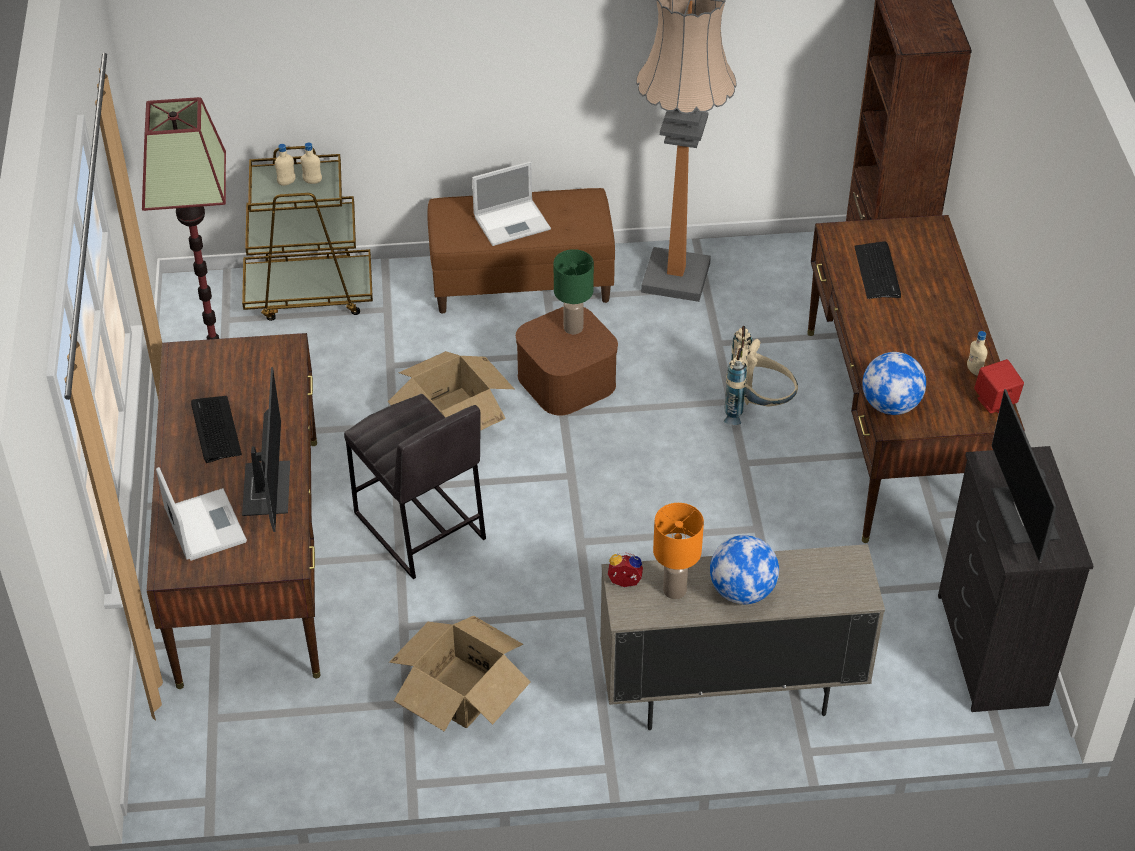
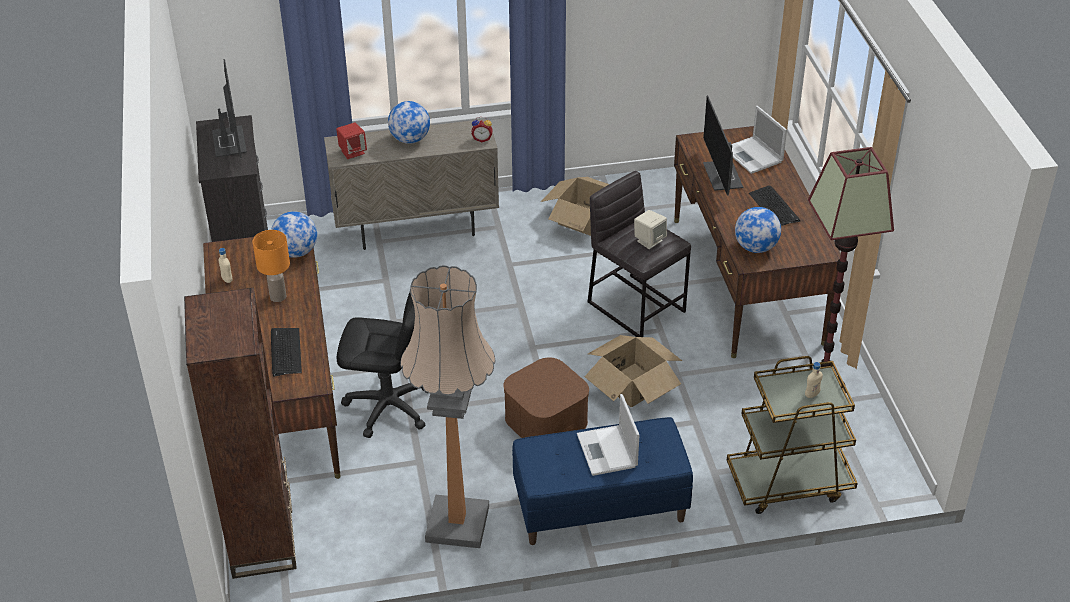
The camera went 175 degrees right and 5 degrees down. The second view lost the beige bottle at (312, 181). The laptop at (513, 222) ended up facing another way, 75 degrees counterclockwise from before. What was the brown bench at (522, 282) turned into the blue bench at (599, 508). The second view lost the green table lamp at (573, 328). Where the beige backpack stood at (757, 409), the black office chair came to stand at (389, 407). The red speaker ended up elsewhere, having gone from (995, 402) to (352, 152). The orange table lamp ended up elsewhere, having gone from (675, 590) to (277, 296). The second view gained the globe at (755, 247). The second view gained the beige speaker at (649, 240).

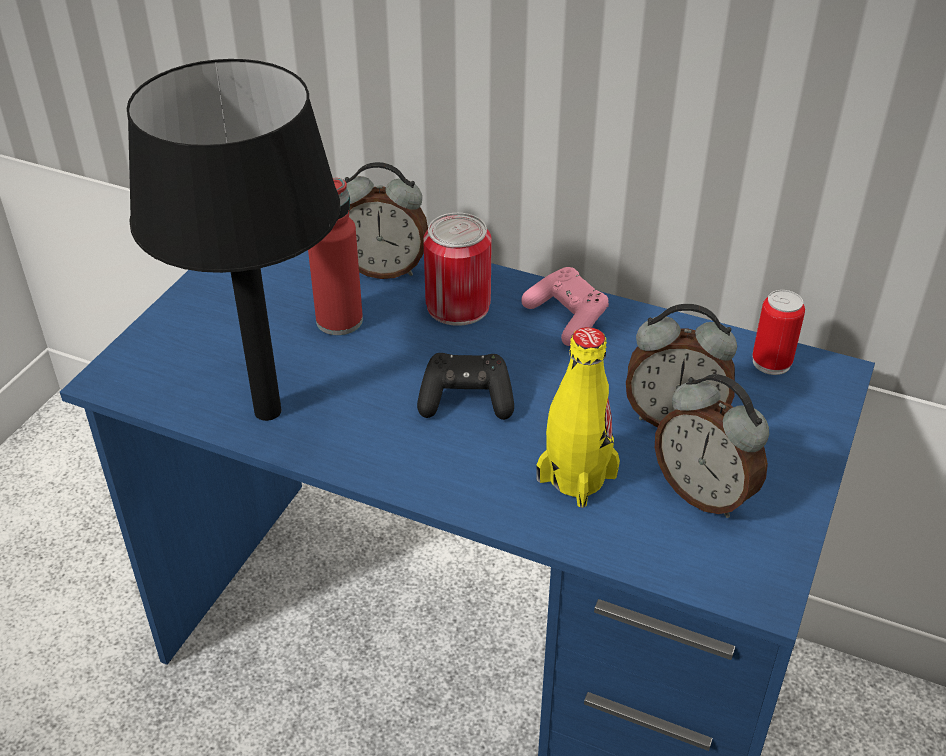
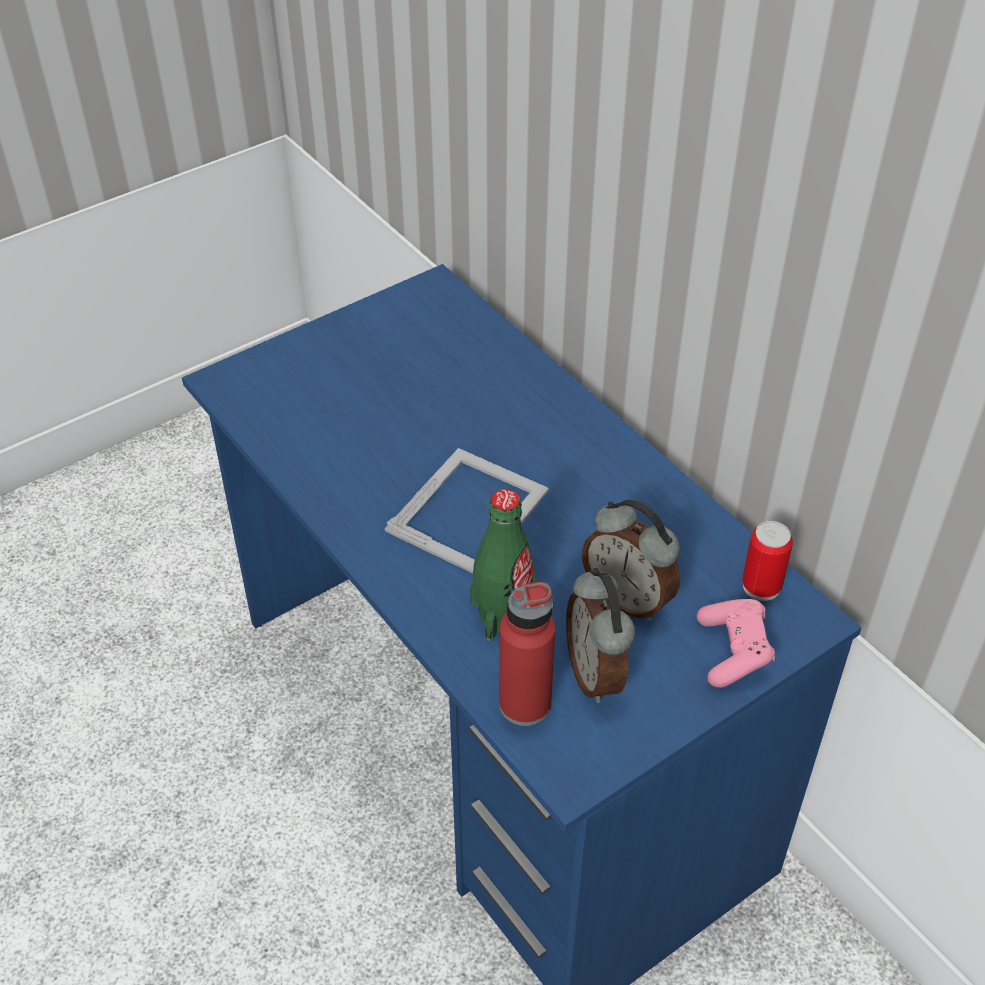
The camera went 30 degrees right and 5 degrees up. The second view lost the black table lamp at (267, 412). The second view lost the alarm clock at (384, 269). The red bottle ended up elsewhere, having gone from (339, 321) to (525, 704). The second view lost the can at (458, 306). The pink game controller ended up elsewhere, having gone from (567, 318) to (734, 651). What was the yellow bottle at (576, 477) turned into the green bottle at (504, 613). Where the black game controller stood at (466, 400), the picture frame came to stand at (470, 510).

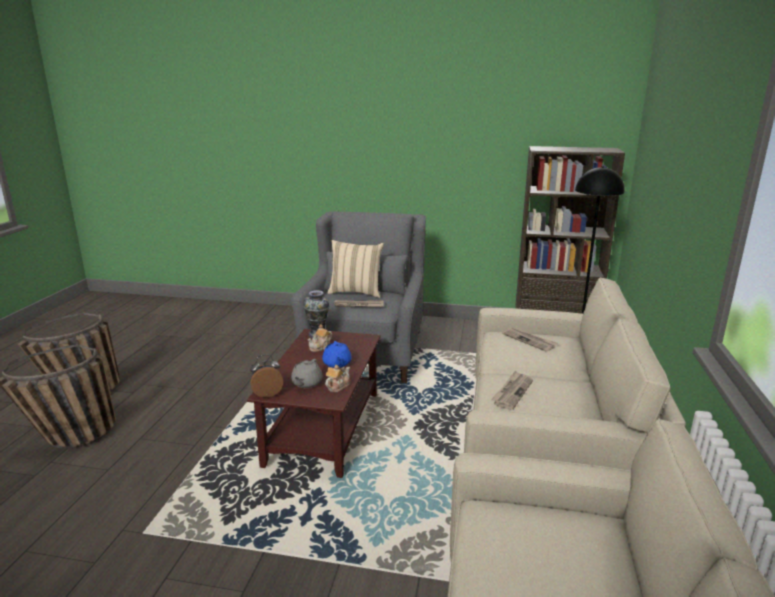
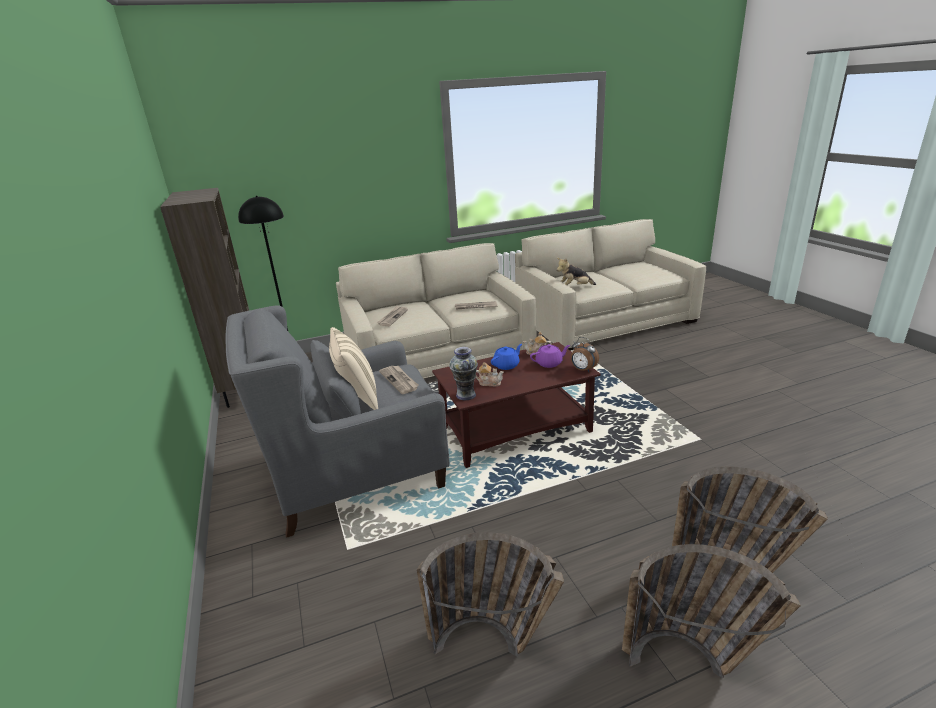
The camera went 120 degrees left and 5 degrees up. What was the grey teapot at (306, 383) turned into the purple teapot at (549, 363). The second view gained the plush toy at (574, 288). The second view gained the basket at (495, 643).

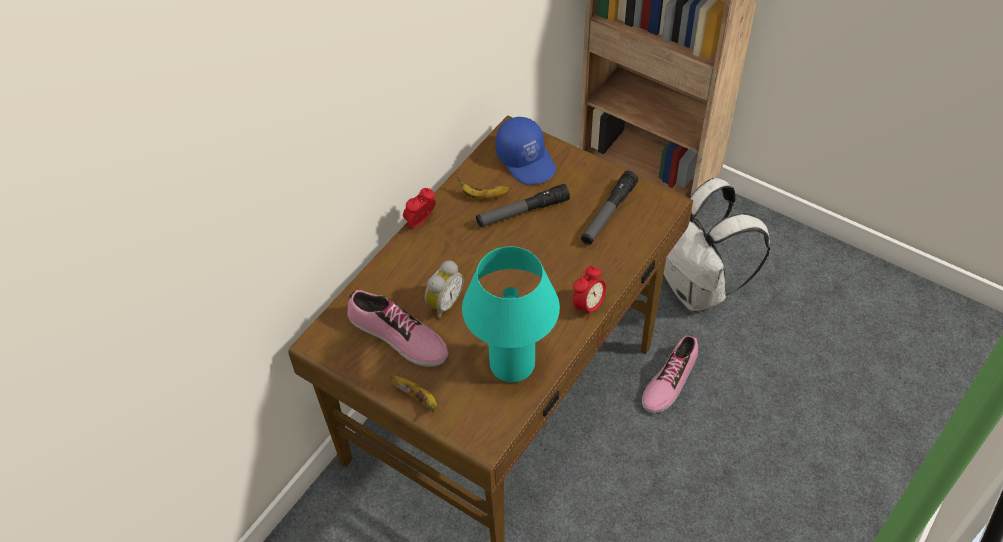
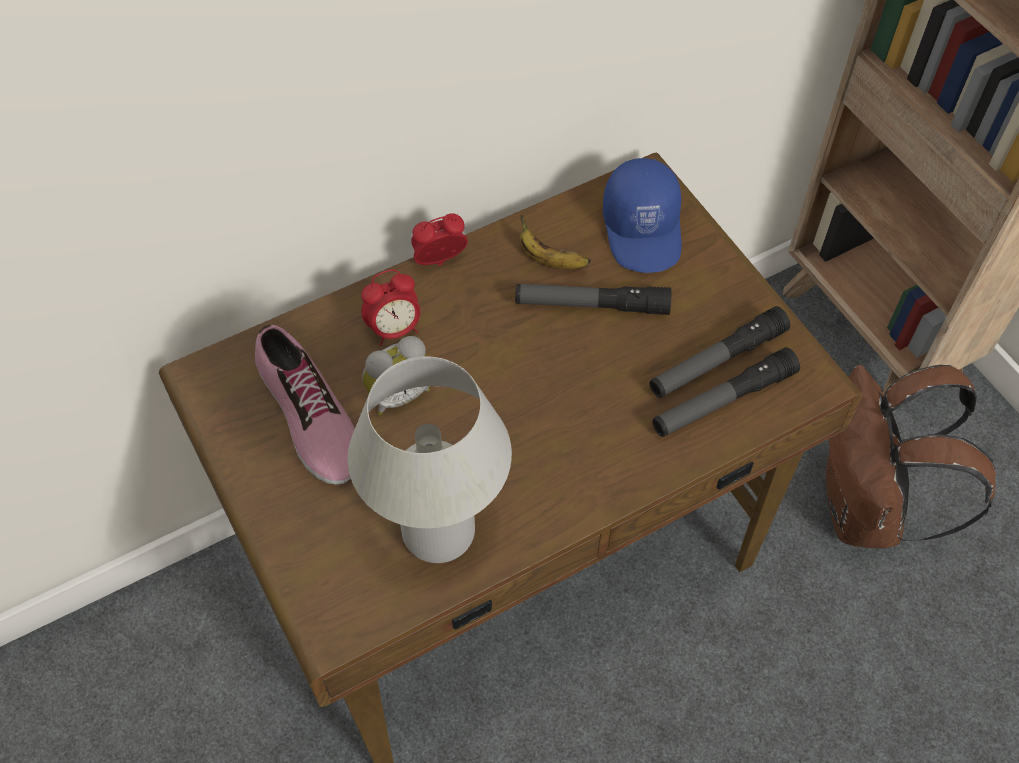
The camera went 25 degrees right and 5 degrees up. What was the white backpack at (697, 288) turned into the brown backpack at (866, 509). What was the turquoise table lamp at (512, 364) turned into the white table lamp at (438, 532). The alarm clock ended up elsewhere, having gone from (588, 305) to (394, 329). The second view lost the shoe at (669, 379). The second view lost the banana at (417, 398). The second view gained the flashlight at (723, 400).

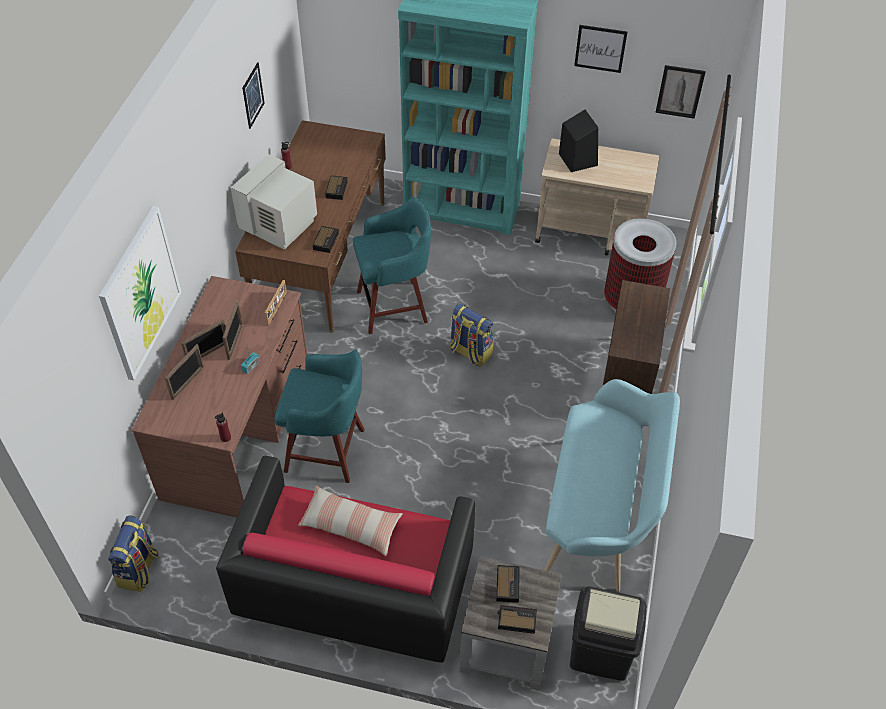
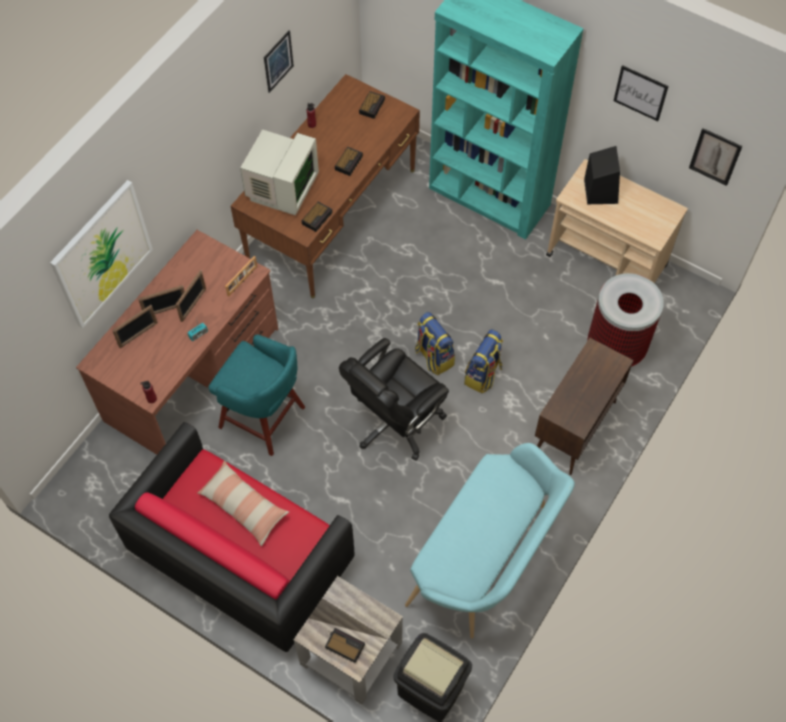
The camera went 20 degrees right and 10 degrees up. The monitor at (280, 226) ended up facing another way, 150 degrees clockwise from before. The second view lost the turquoise stool at (394, 306). The backpack ended up elsewhere, having gone from (139, 570) to (483, 375). The alarm clock ended up elsewhere, having gone from (507, 584) to (372, 106). The second view gained the black office chair at (395, 422).

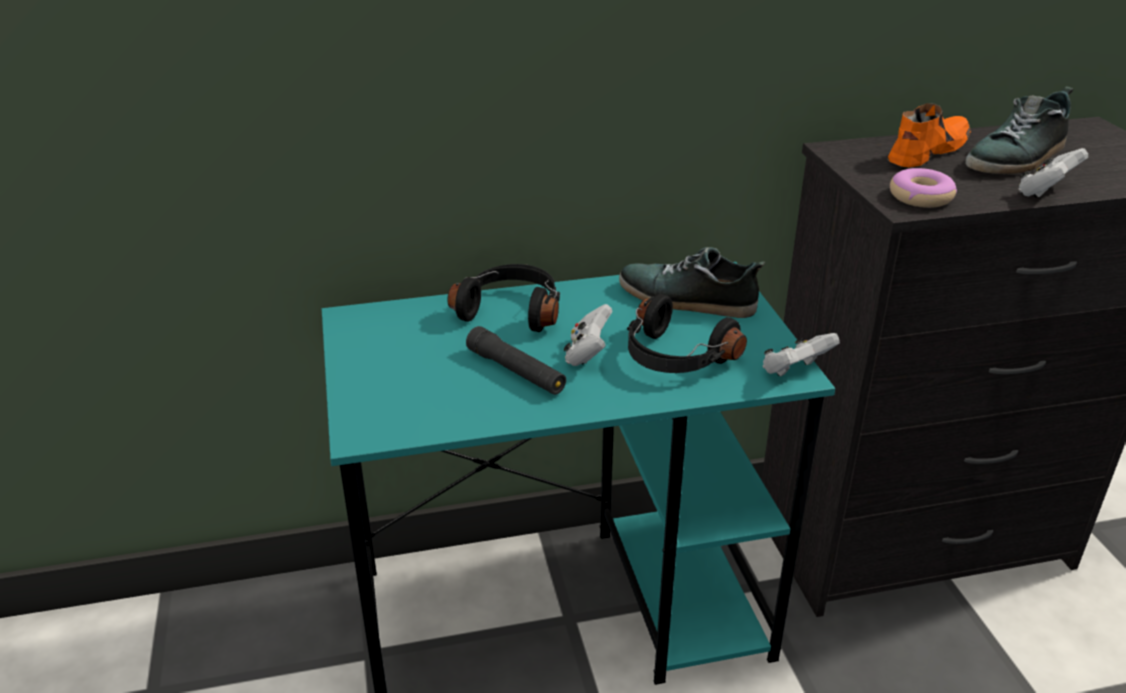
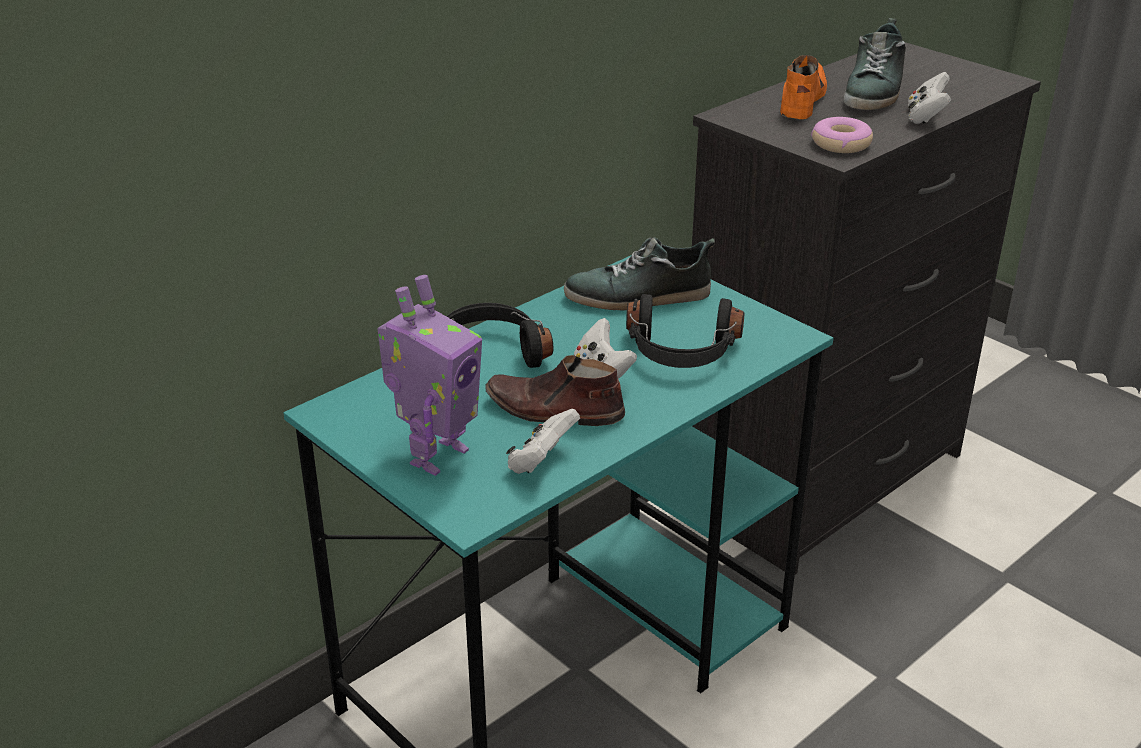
The camera went 30 degrees left and 0 degrees up. Where the black flashlight stood at (516, 371), the brown shoe came to stand at (554, 410). The white game controller ended up elsewhere, having gone from (795, 371) to (541, 462). The second view gained the toy robot at (436, 455).

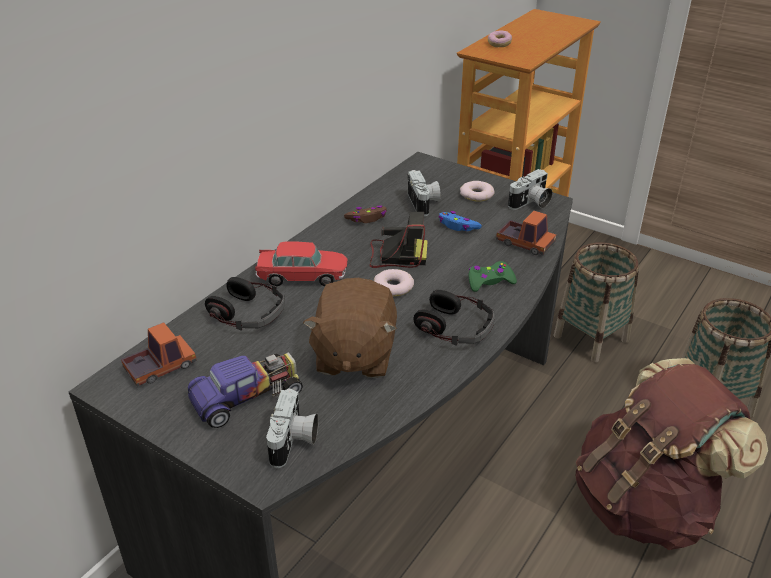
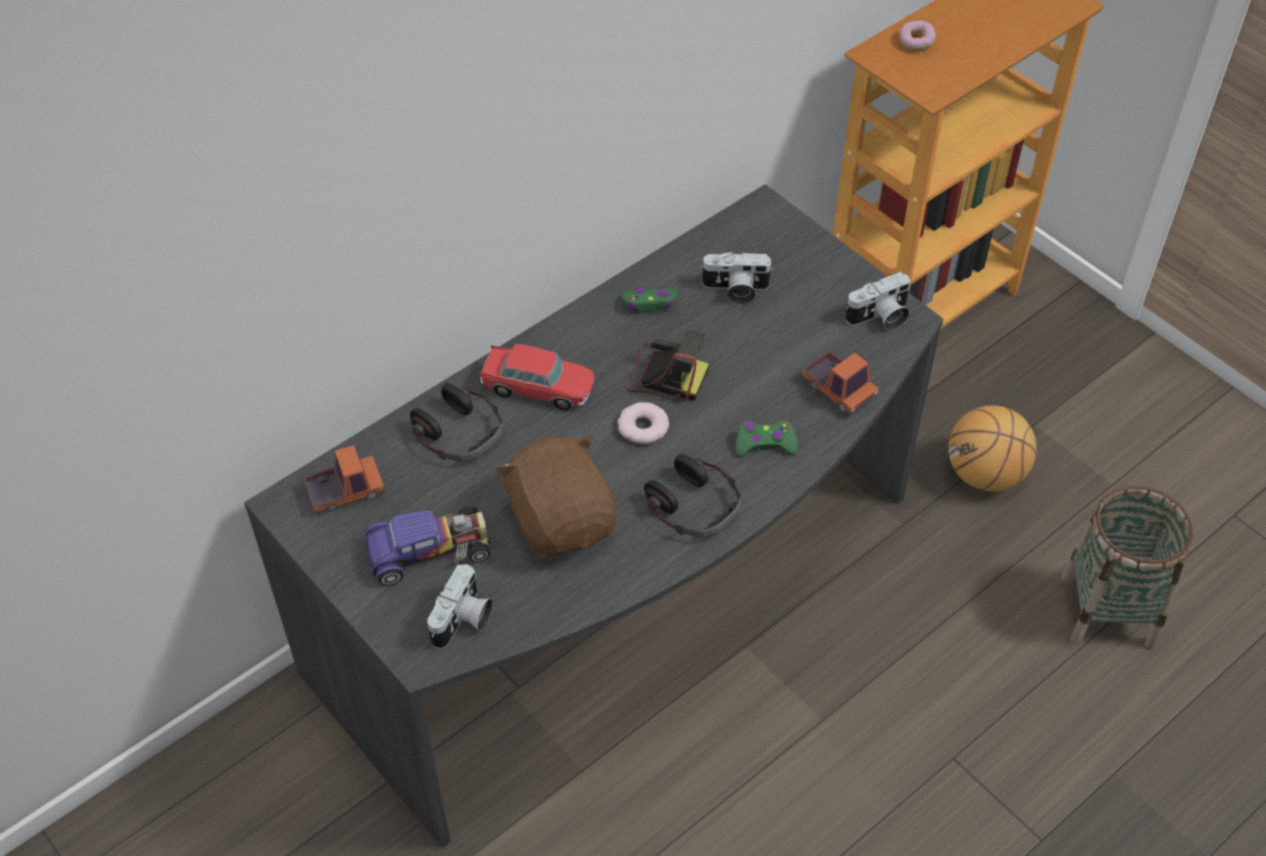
The camera went 15 degrees right and 15 degrees up. The photo camera at (424, 203) ended up facing another way, 90 degrees clockwise from before. The second view lost the donut at (476, 195). What was the brown game controller at (367, 218) turned into the green game controller at (650, 303). The second view lost the blue game controller at (458, 226). Where the basket stood at (591, 338), the basketball came to stand at (985, 474). The brown plush toy at (354, 355) ended up facing another way, 135 degrees clockwise from before. The second view lost the brown backpack at (645, 504).

